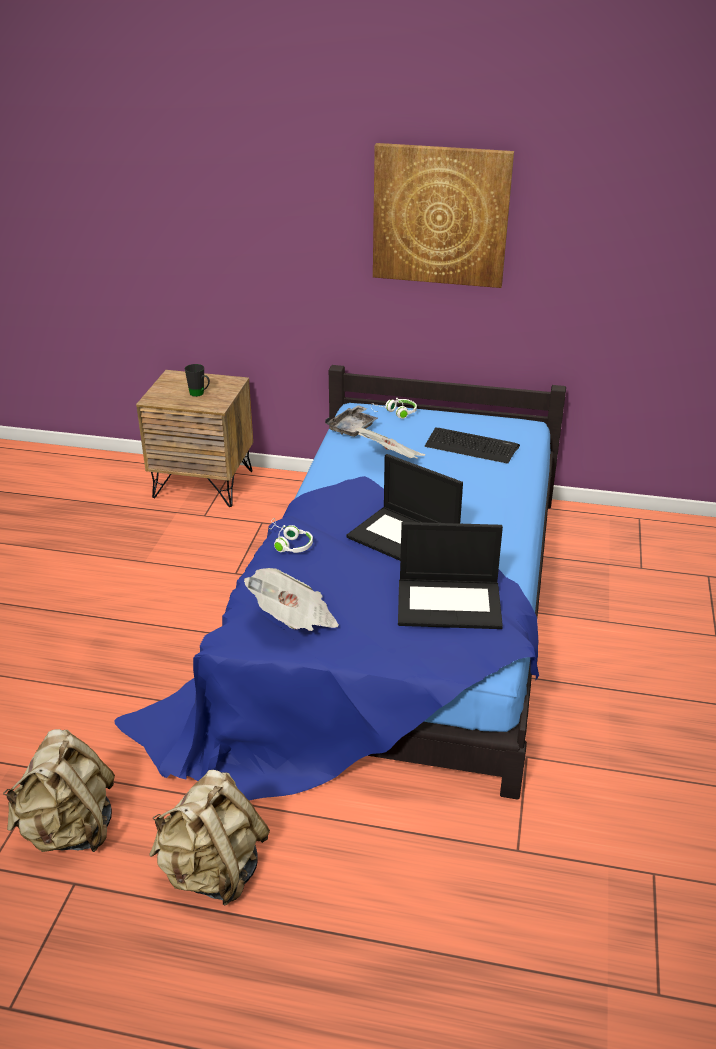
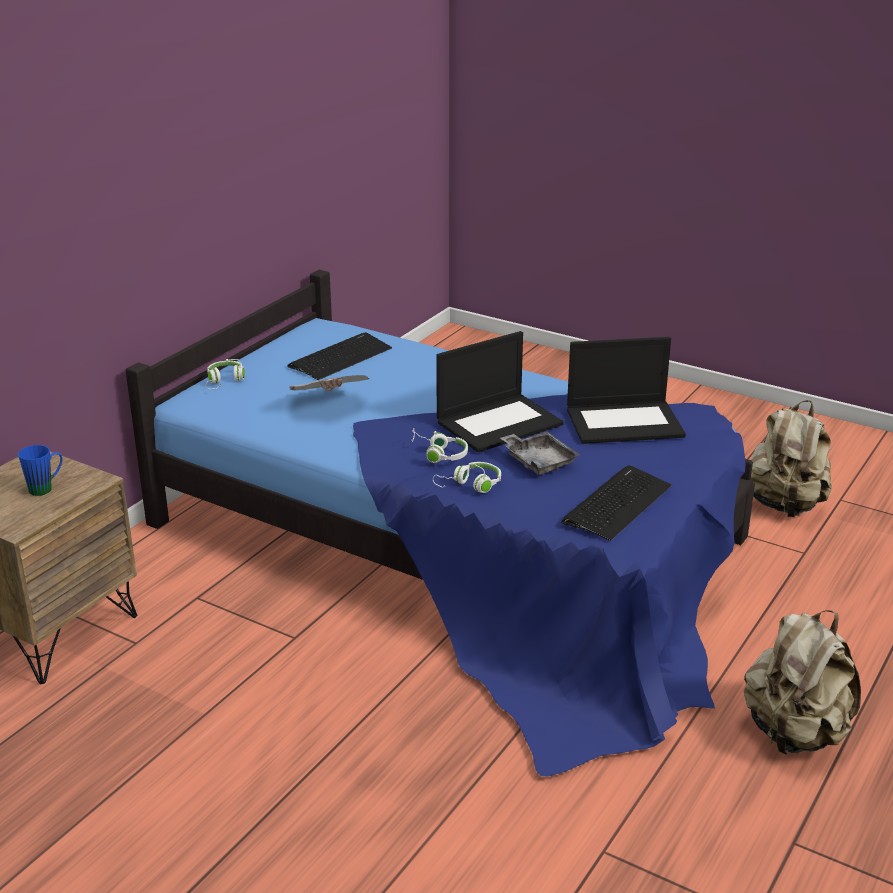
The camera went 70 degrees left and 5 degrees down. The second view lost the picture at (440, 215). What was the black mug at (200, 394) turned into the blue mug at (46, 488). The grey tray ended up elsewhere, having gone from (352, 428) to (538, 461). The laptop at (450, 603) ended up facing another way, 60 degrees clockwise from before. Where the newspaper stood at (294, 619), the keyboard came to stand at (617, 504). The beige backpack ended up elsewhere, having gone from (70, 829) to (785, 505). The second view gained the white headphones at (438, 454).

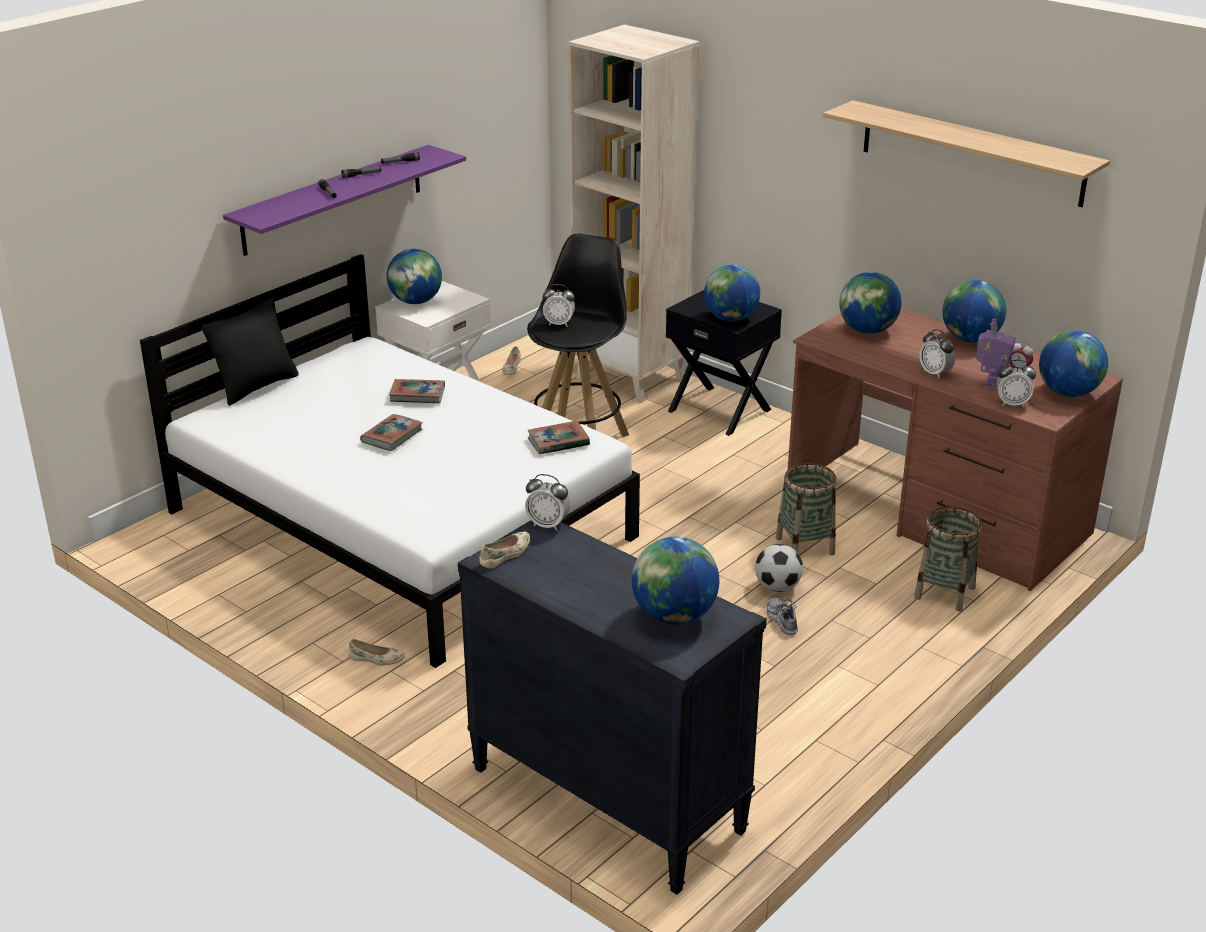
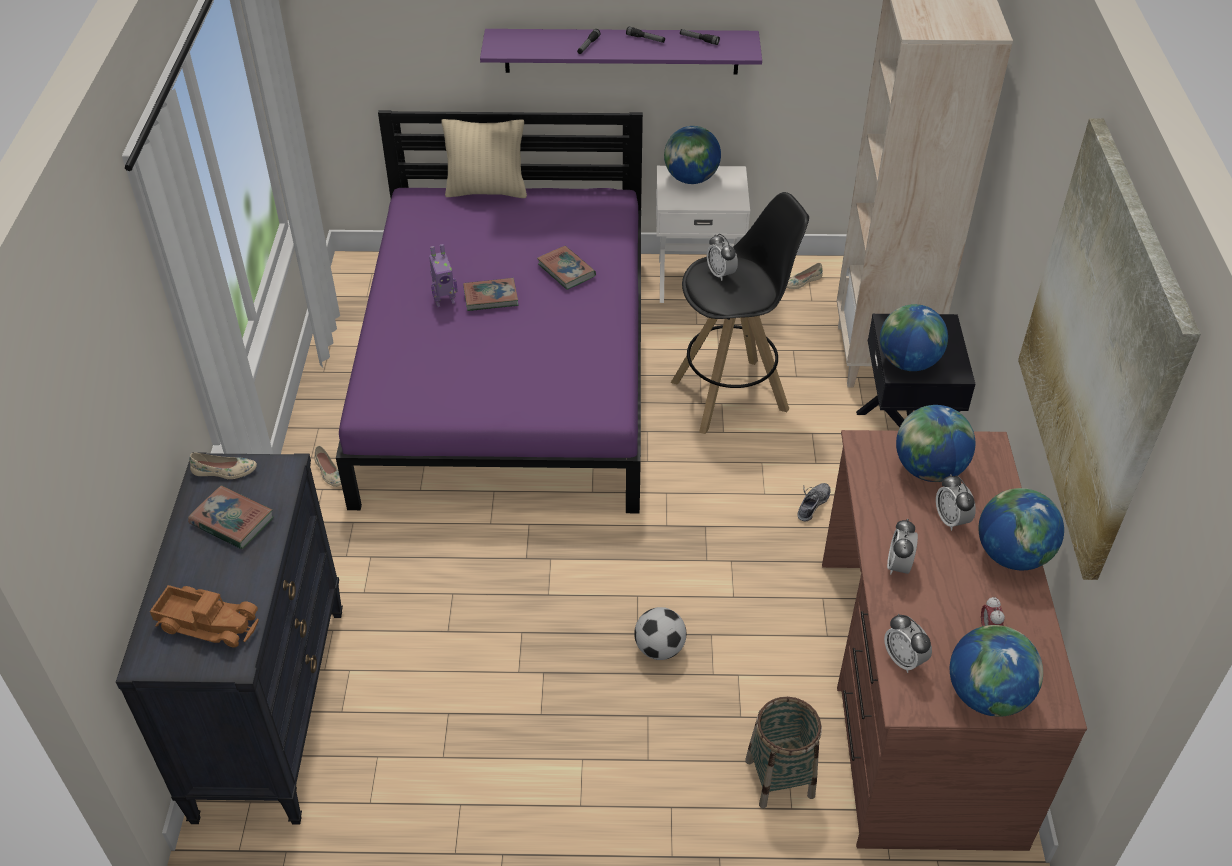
The camera went 50 degrees right and 15 degrees up. Where the shelf hung at (971, 153), the picture came to hang at (1101, 349). What was the white bed at (401, 524) turned into the purple bed at (508, 372). What was the black pillow at (256, 387) turned into the beige pillow at (487, 191). The toy robot ended up elsewhere, having gone from (990, 385) to (444, 301). The book ended up elsewhere, having gone from (558, 442) to (232, 521). The second view lost the basket at (805, 546). The alarm clock ended up elsewhere, having gone from (548, 524) to (951, 520). Where the globe stood at (674, 616), the toy truck came to stand at (208, 622). The shoe ended up elsewhere, having gone from (781, 620) to (812, 505).

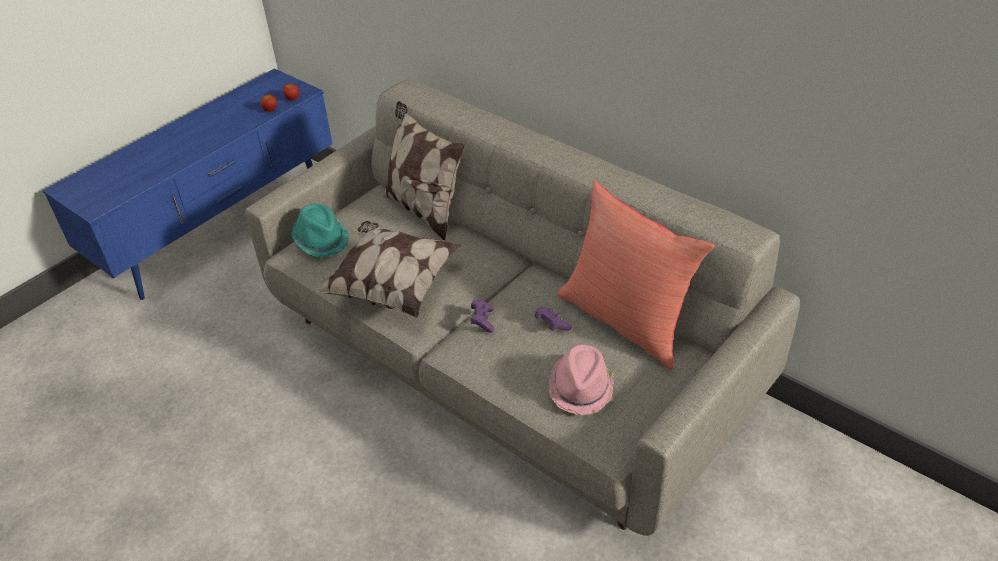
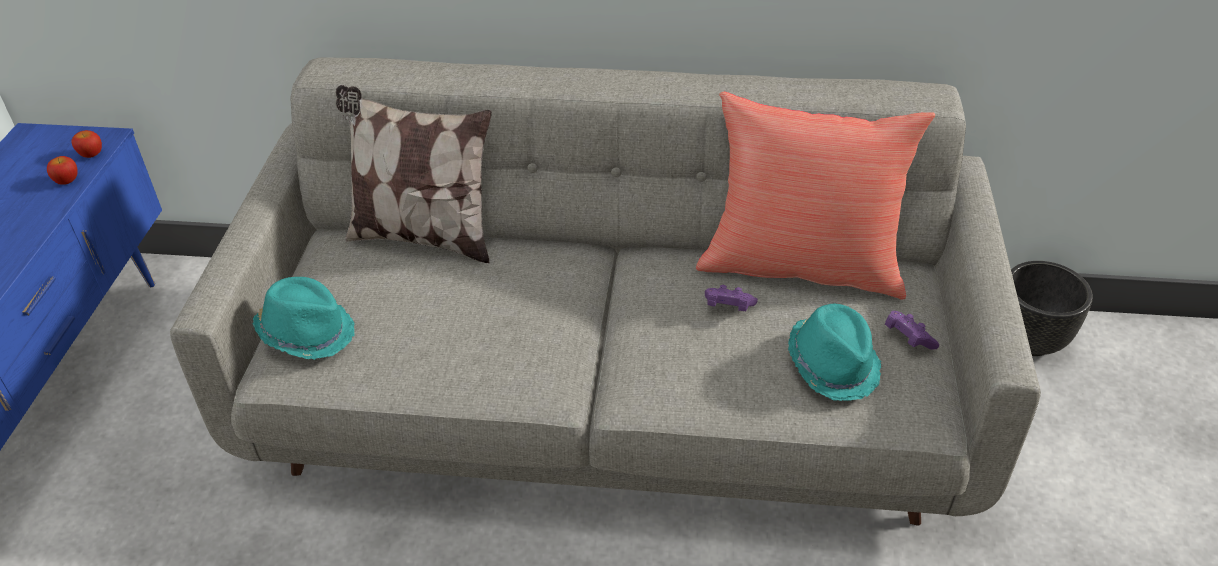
The camera went 35 degrees left and 0 degrees up. The second view lost the pillow at (392, 286). The purple game controller ended up elsewhere, having gone from (483, 321) to (907, 339). What was the pink hat at (581, 387) turned into the turquoise hat at (833, 364). The second view gained the black planter at (1030, 341).

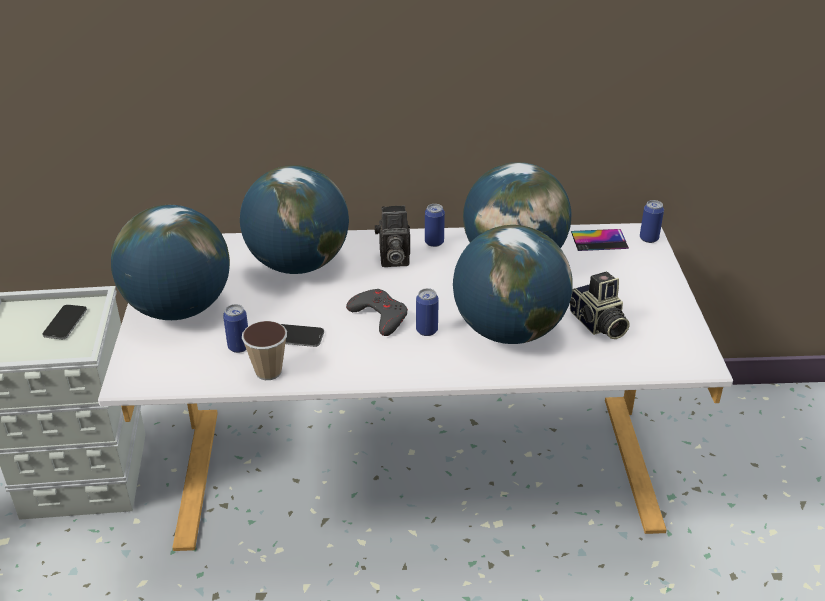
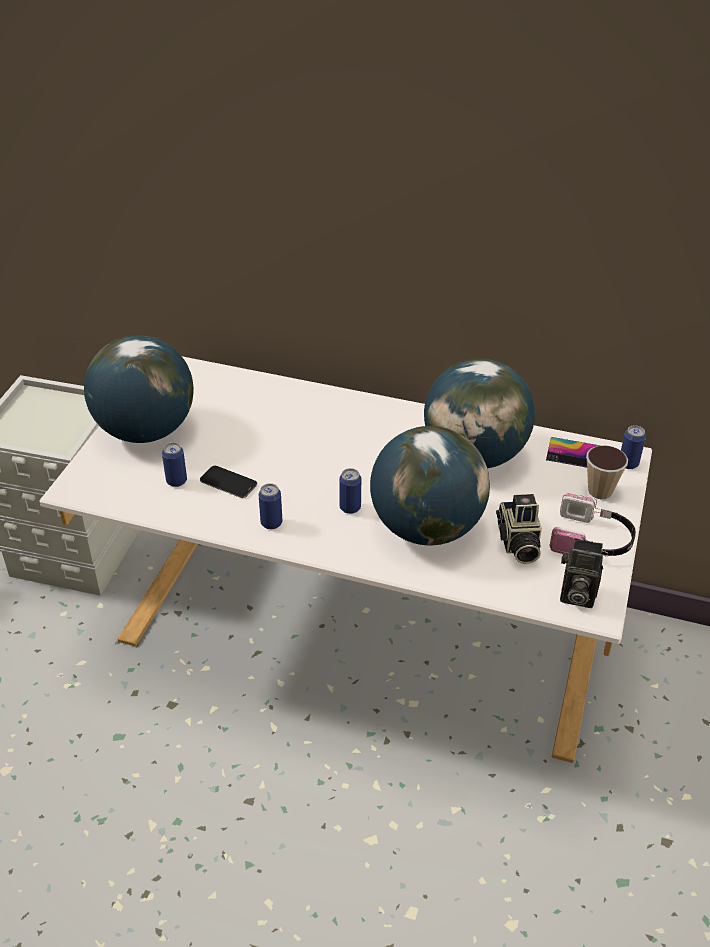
The camera went 20 degrees right and 5 degrees up. The second view lost the globe at (298, 265). The can ended up elsewhere, having gone from (434, 242) to (271, 523). The photo camera ended up elsewhere, having gone from (392, 260) to (575, 595). The second view lost the grey game controller at (379, 316). The second view lost the phone at (65, 323). The cup ended up elsewhere, having gone from (268, 372) to (600, 491). The second view gained the headphones at (592, 540).

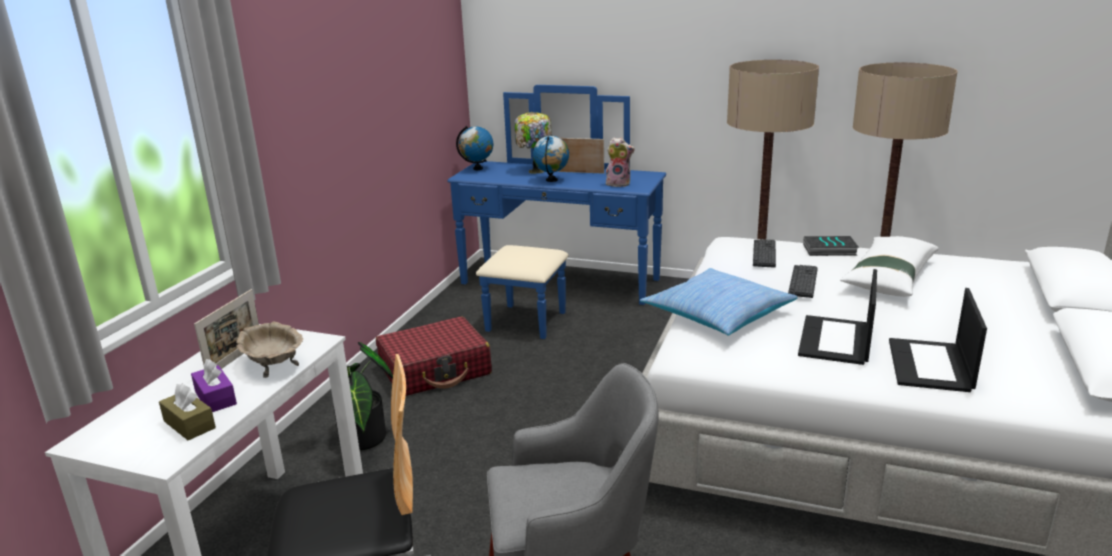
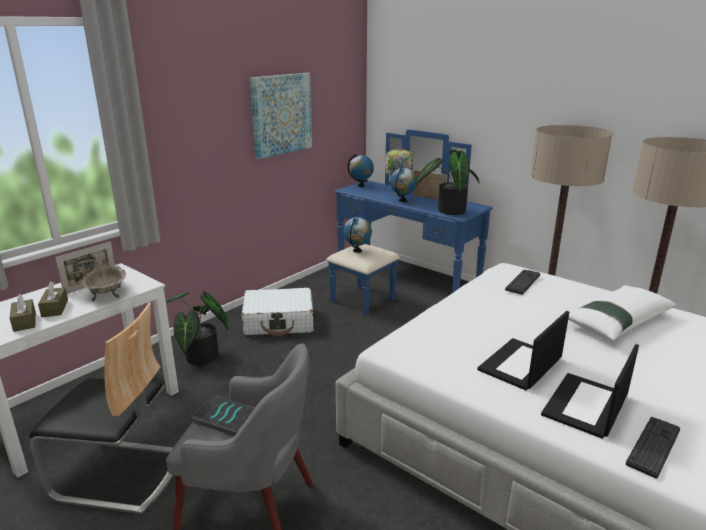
The camera went 20 degrees right and 0 degrees up. Where the plush toy stood at (619, 184), the potted plant came to stand at (448, 210). The book ended up elsewhere, having gone from (829, 250) to (224, 421). The keyboard ended up elsewhere, having gone from (803, 282) to (653, 446). The second view lost the pillow at (718, 313). What was the red suitcase at (435, 370) turned into the white suitcase at (279, 321). What was the purple tissue box at (215, 398) turned into the brown tissue box at (55, 308). The second view gained the picture at (281, 114). The second view gained the globe at (357, 251).

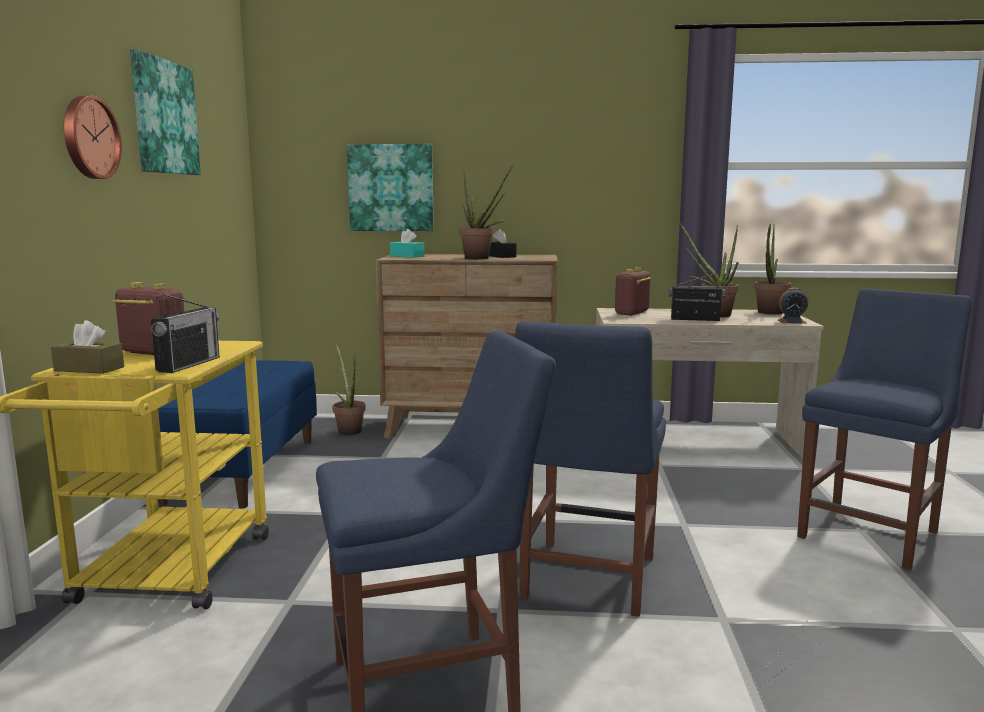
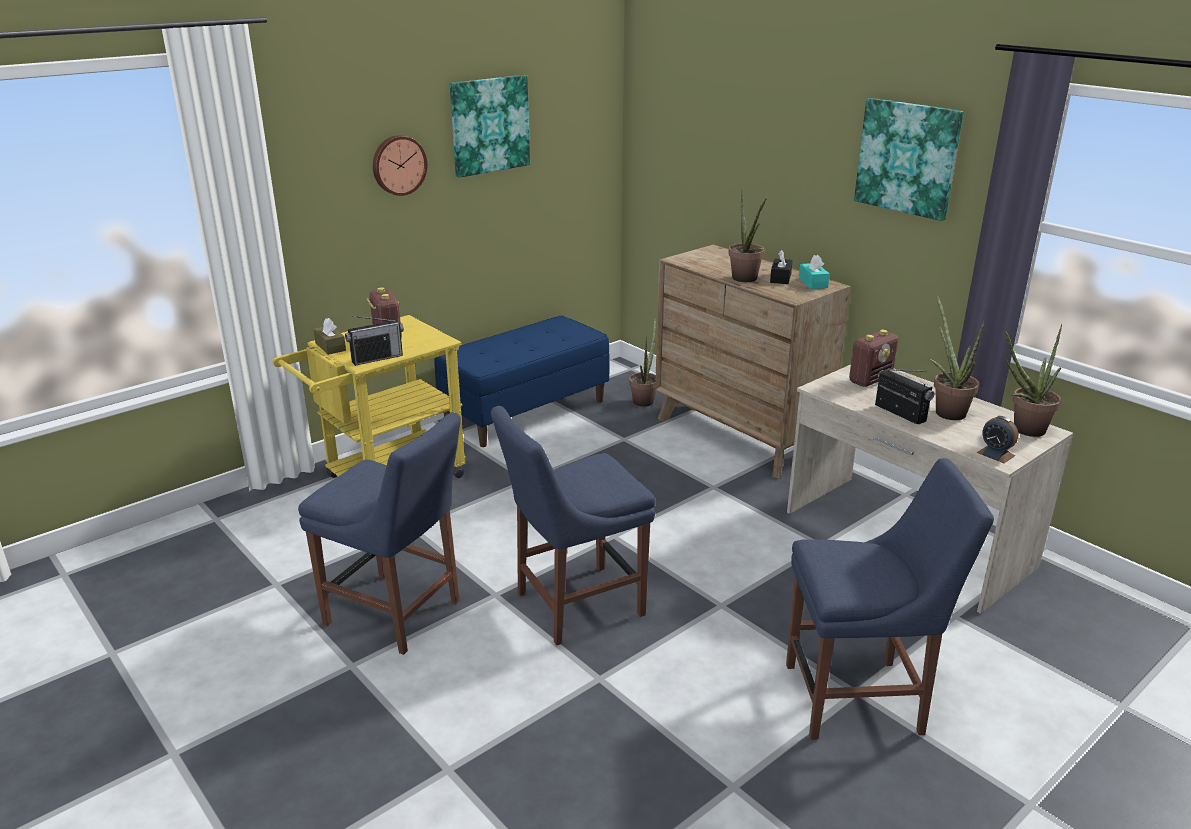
The camera went 45 degrees right and 15 degrees up. The picture ended up elsewhere, having gone from (391, 188) to (907, 158). The turquoise tissue box ended up elsewhere, having gone from (407, 256) to (813, 283). The radio at (632, 313) ended up facing another way, 150 degrees clockwise from before.

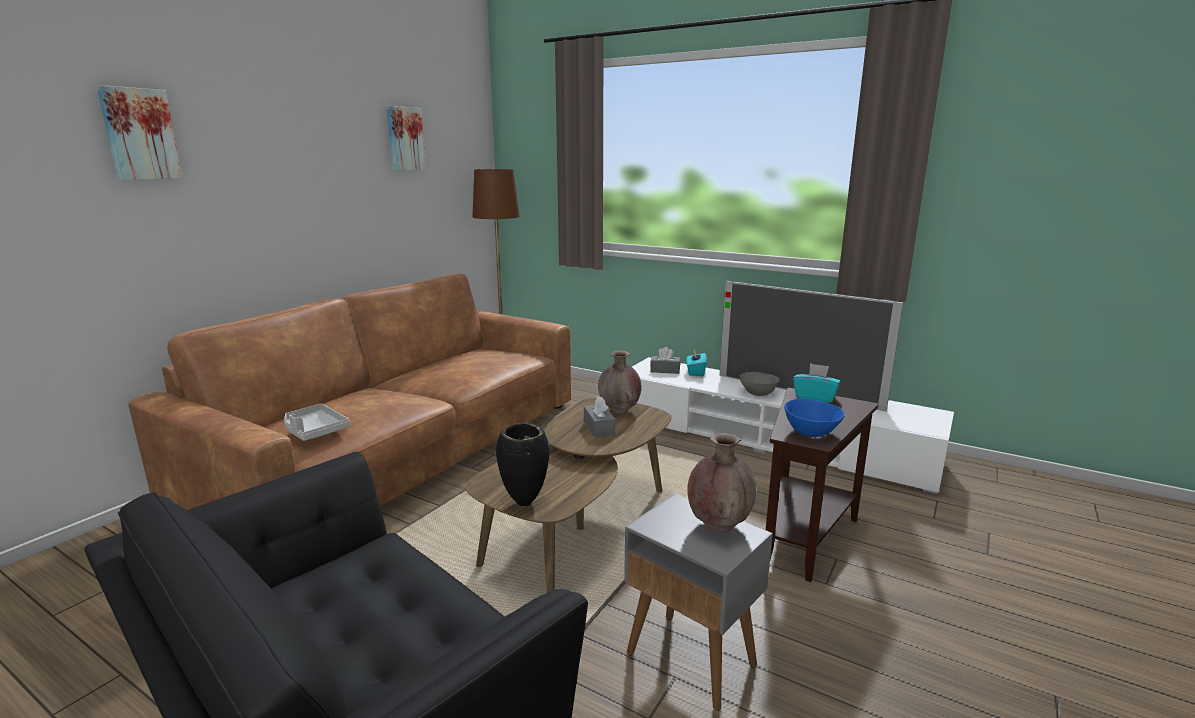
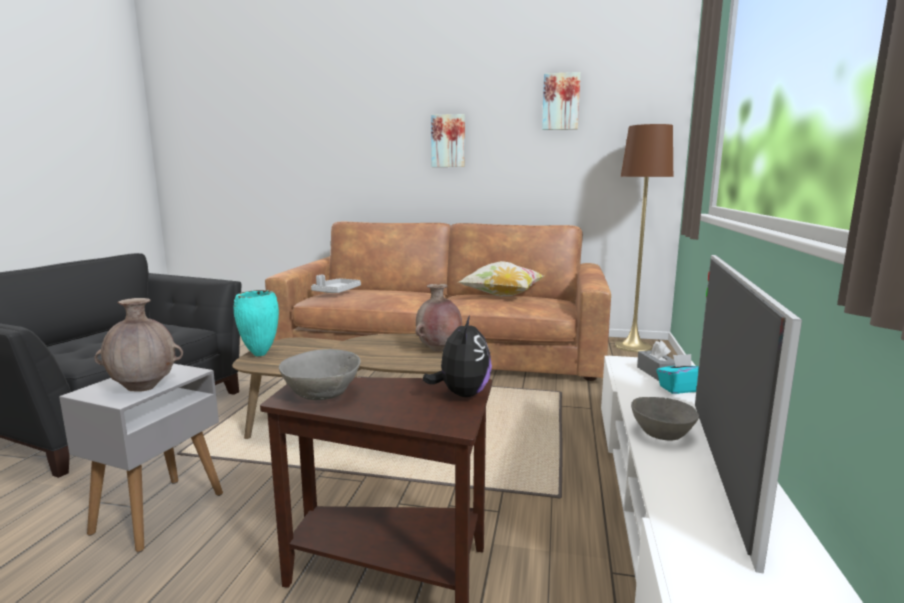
The camera went 70 degrees right and 5 degrees down. The picture ended up elsewhere, having gone from (139, 134) to (448, 141). Where the turquoise tissue box stood at (815, 397), the plush toy came to stand at (461, 394). The second view lost the grey tissue box at (599, 428). What was the blue bowl at (811, 432) turned into the grey bowl at (320, 394). What was the black vase at (525, 503) turned into the turquoise vase at (259, 355). The second view gained the pillow at (502, 296).

